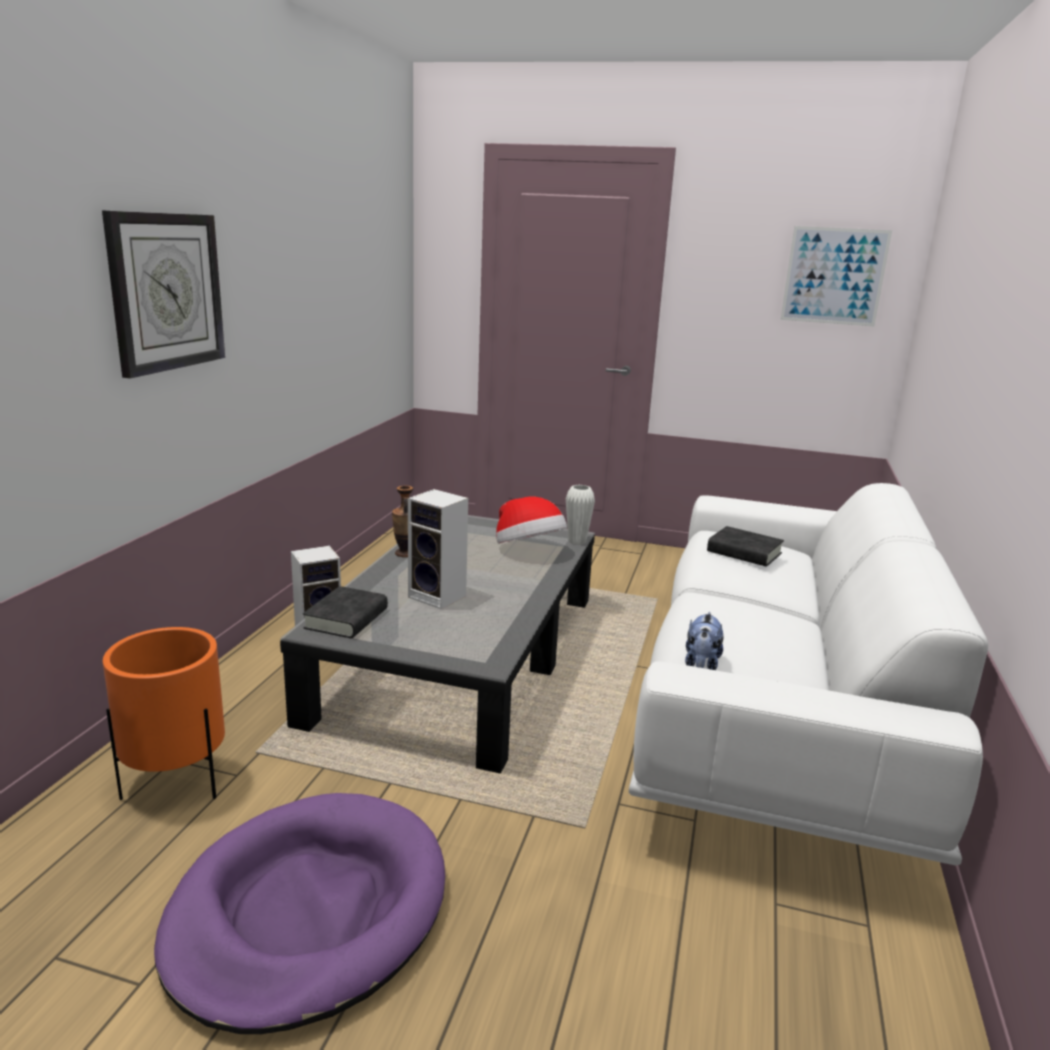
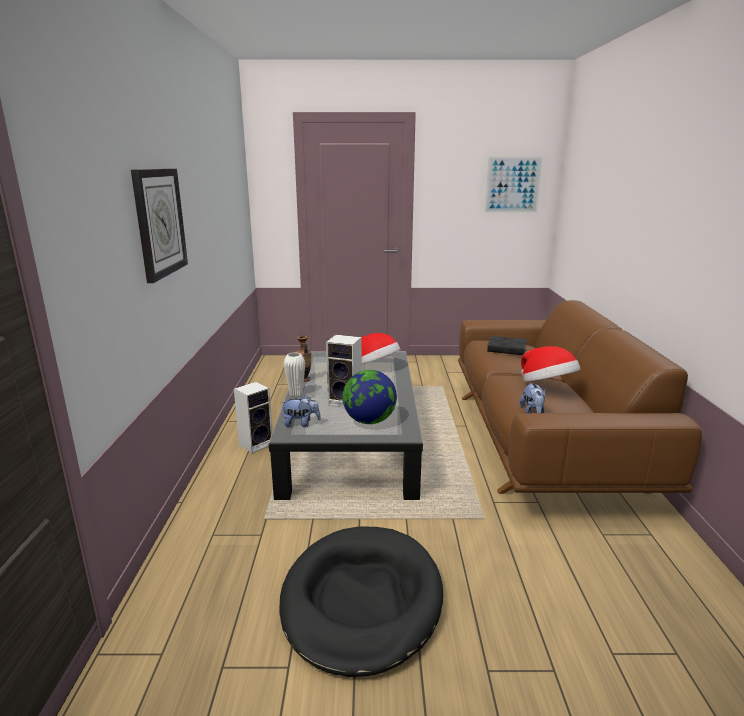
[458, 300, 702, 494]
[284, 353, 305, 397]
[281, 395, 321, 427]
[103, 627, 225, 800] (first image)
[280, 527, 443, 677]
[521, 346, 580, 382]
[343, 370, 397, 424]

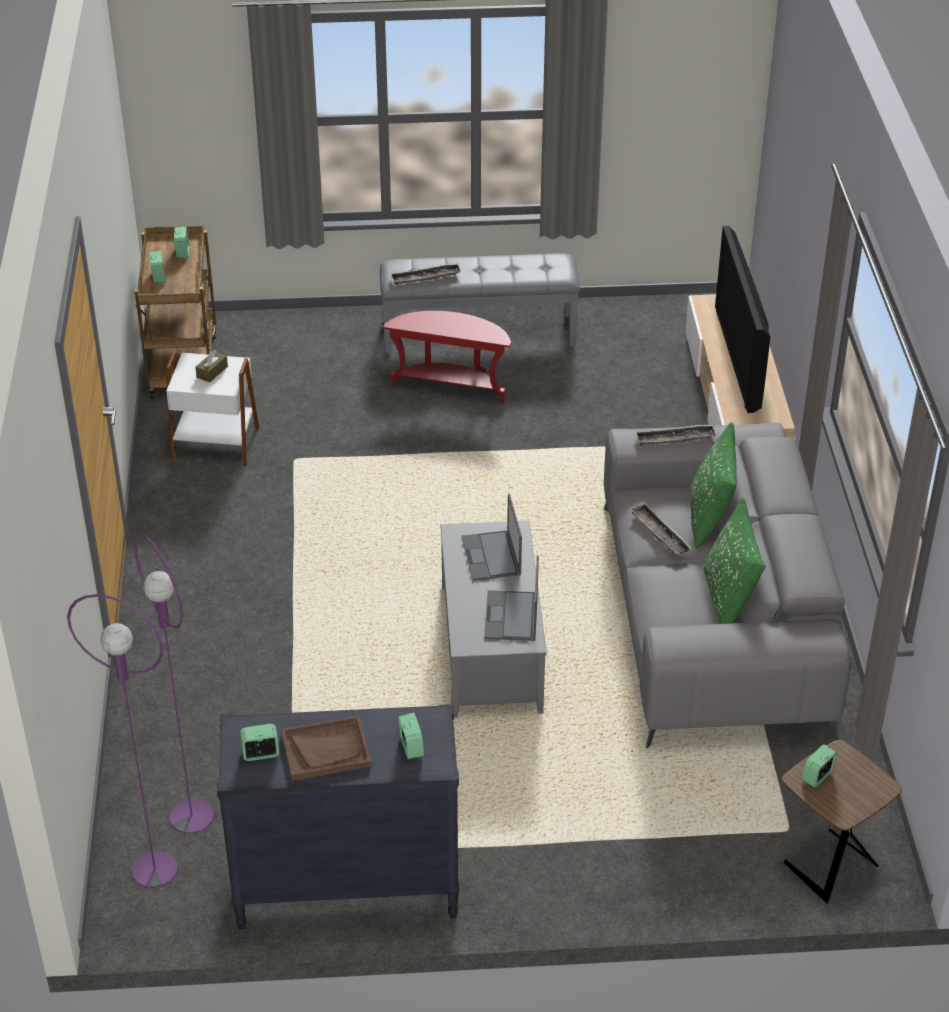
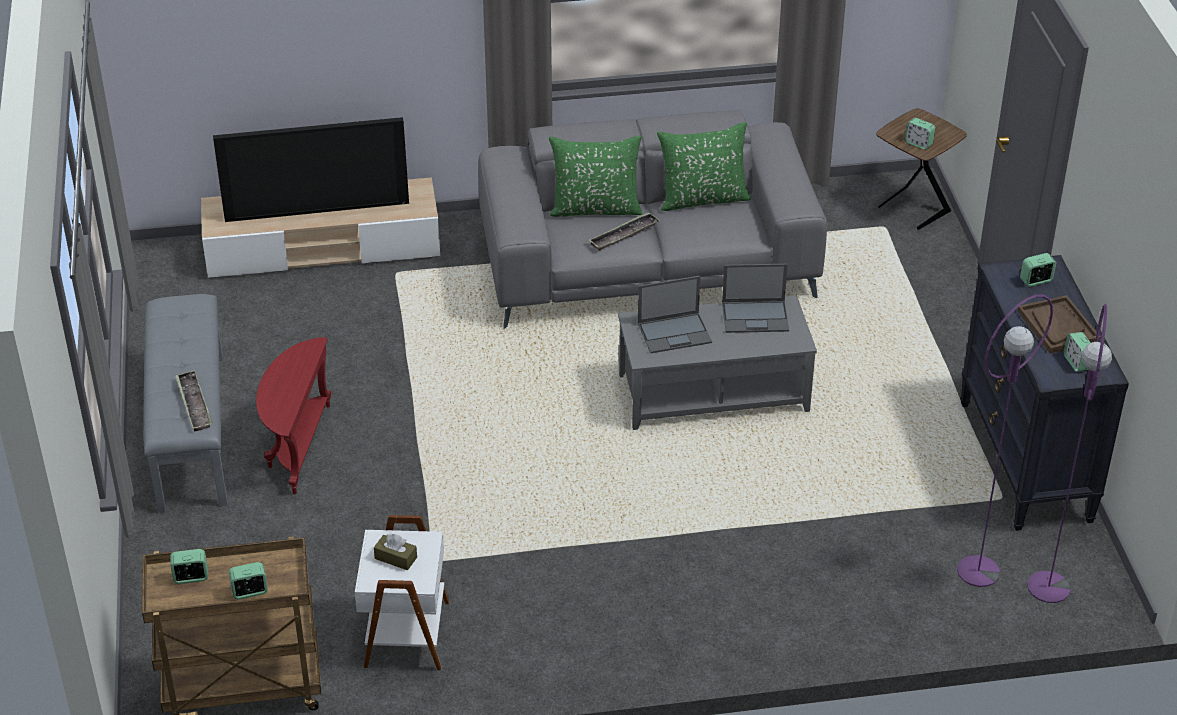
[635, 425, 716, 446] (first image)

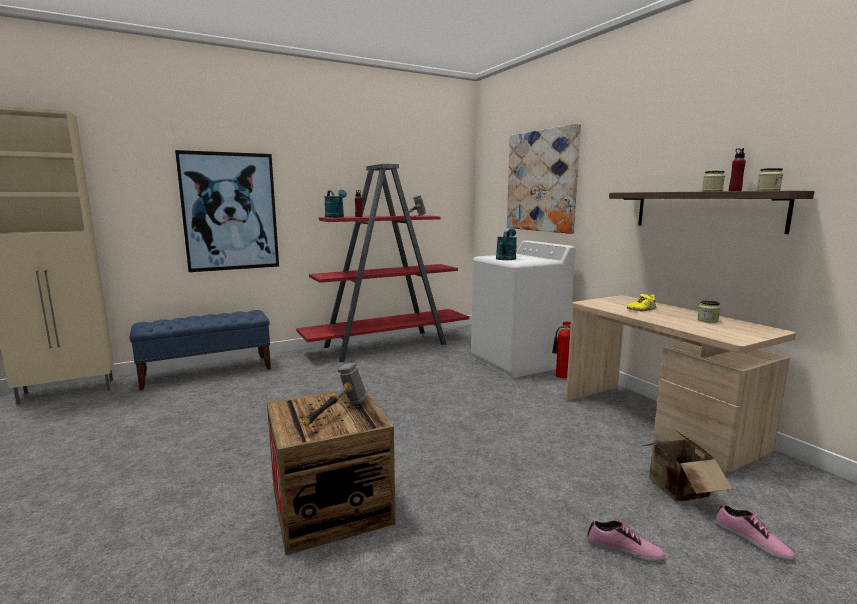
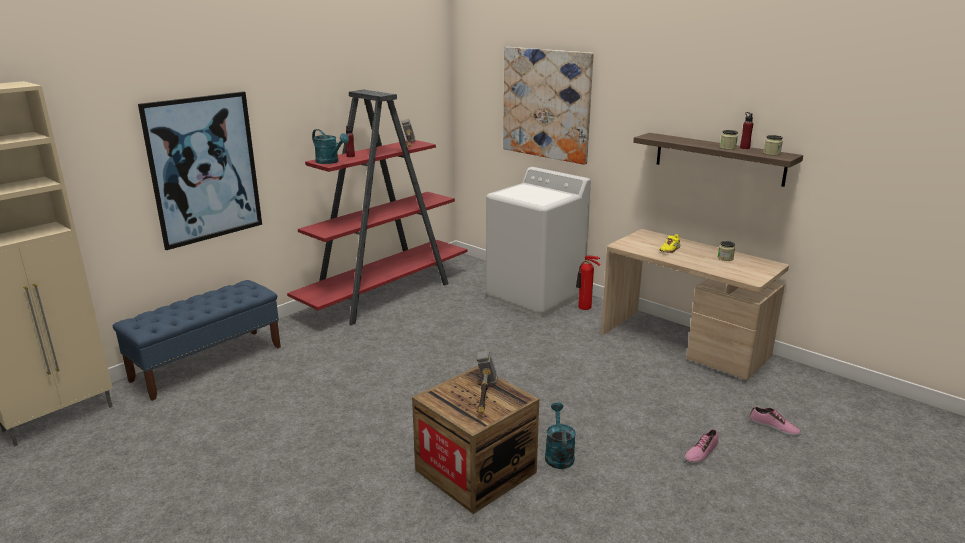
[545, 403, 576, 469]
[638, 428, 732, 501] (first image)
[684, 429, 719, 464]

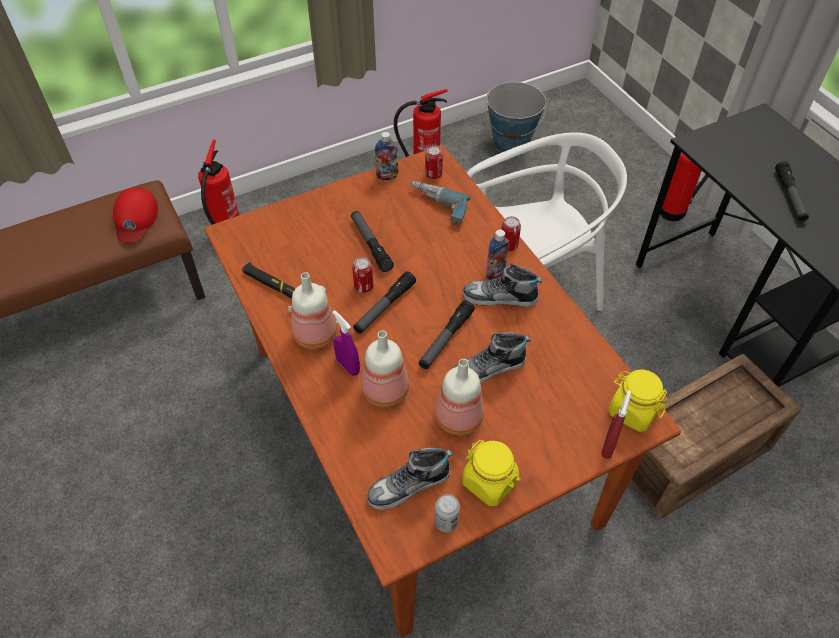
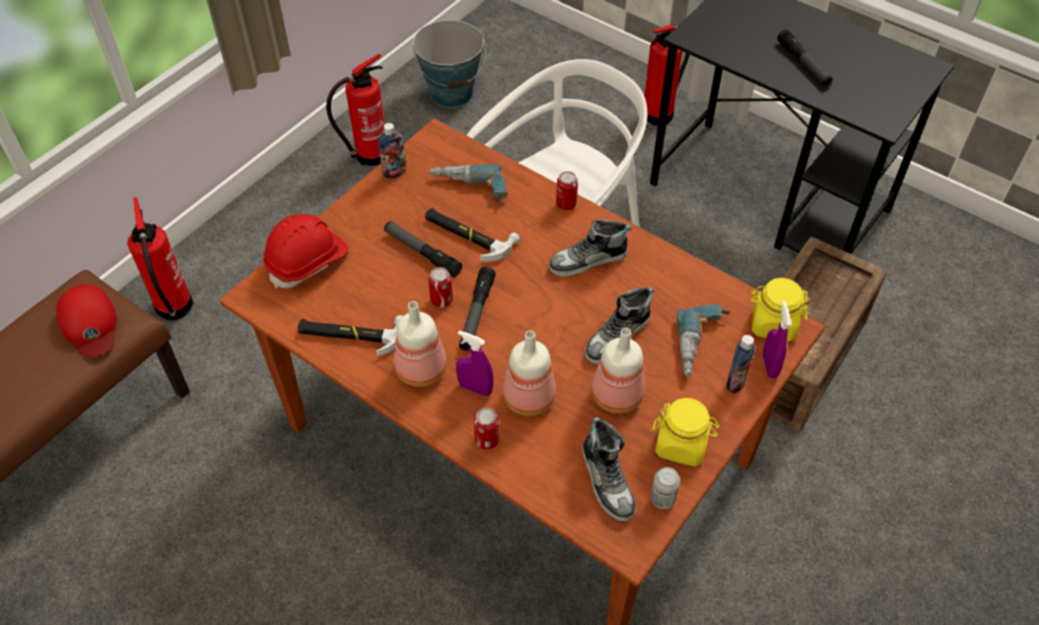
[474, 407, 500, 449]
[727, 335, 755, 393]
[419, 300, 475, 369] (first image)
[763, 301, 791, 378]
[582, 417, 636, 522]
[425, 207, 520, 261]
[263, 214, 349, 289]
[677, 304, 730, 377]

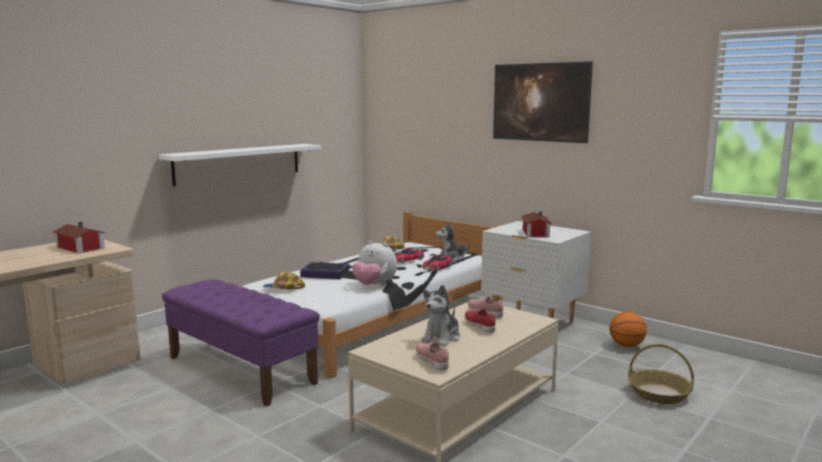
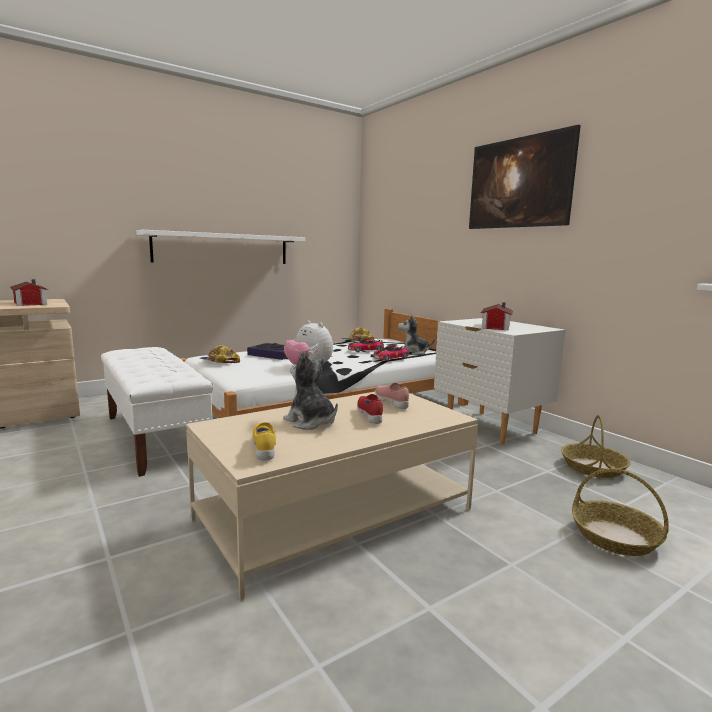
[101, 347, 213, 477]
[283, 351, 338, 430]
[561, 415, 631, 478]
[252, 422, 276, 461]

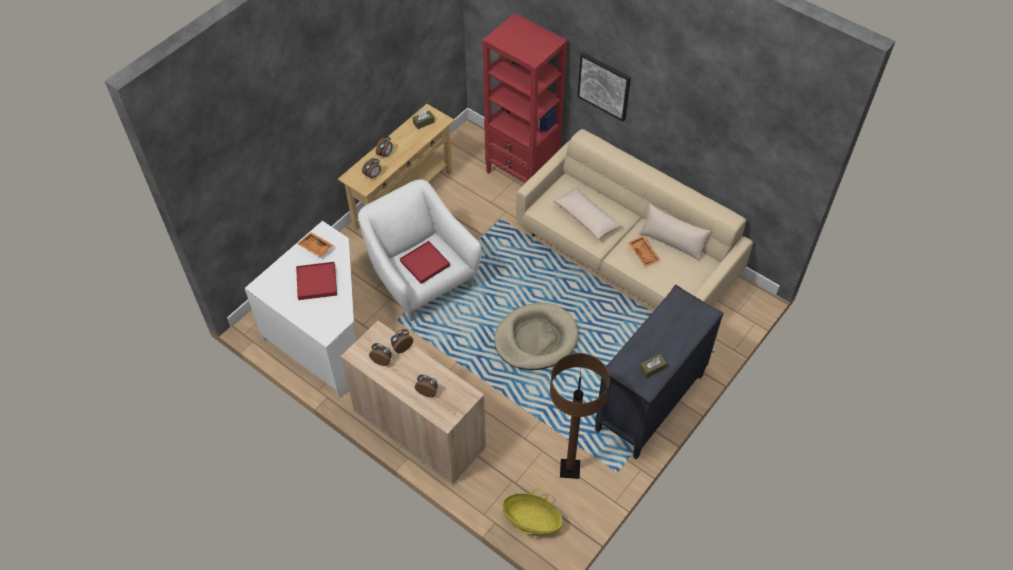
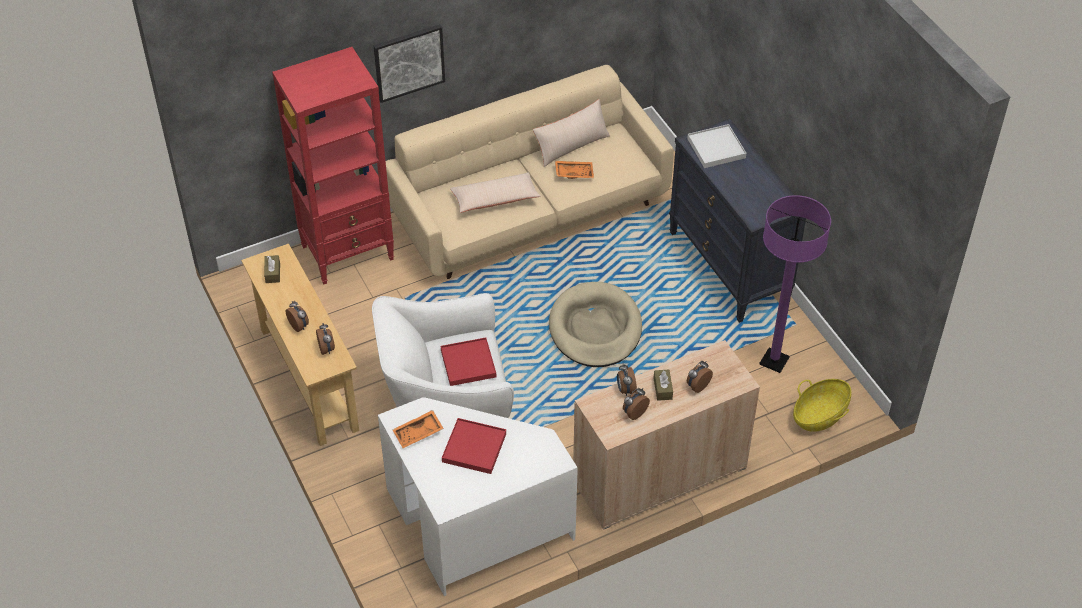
[759, 195, 831, 373]
[654, 370, 673, 401]
[687, 124, 746, 168]

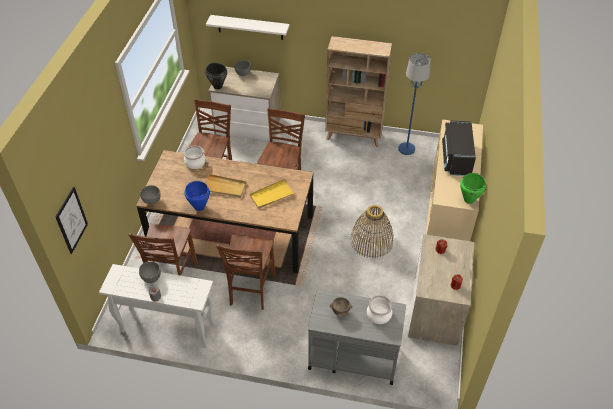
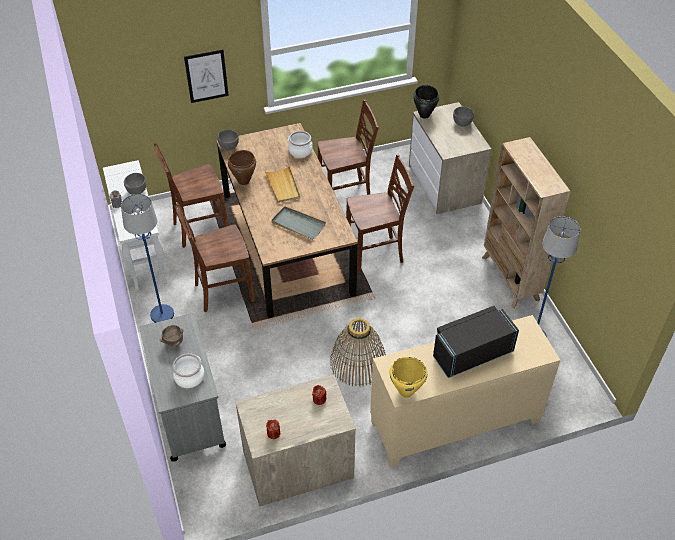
[206, 15, 290, 40] (first image)
[389, 357, 427, 398]
[271, 206, 326, 240]
[228, 150, 256, 185]
[184, 49, 229, 103]
[121, 194, 174, 323]

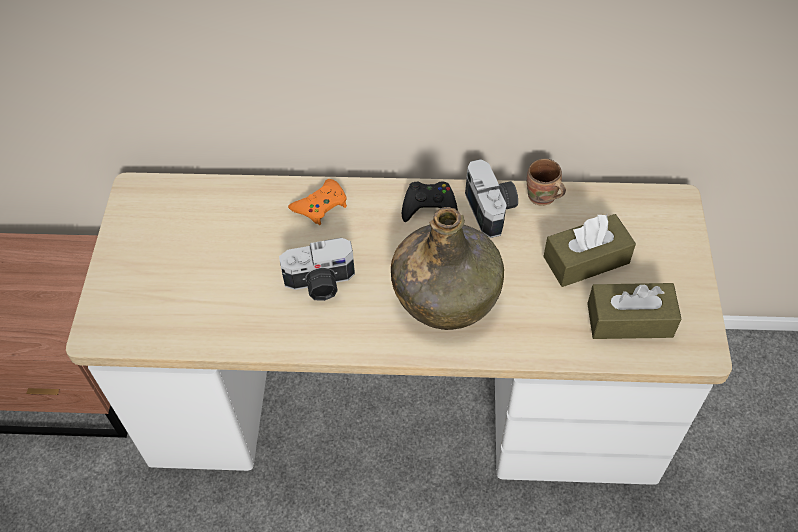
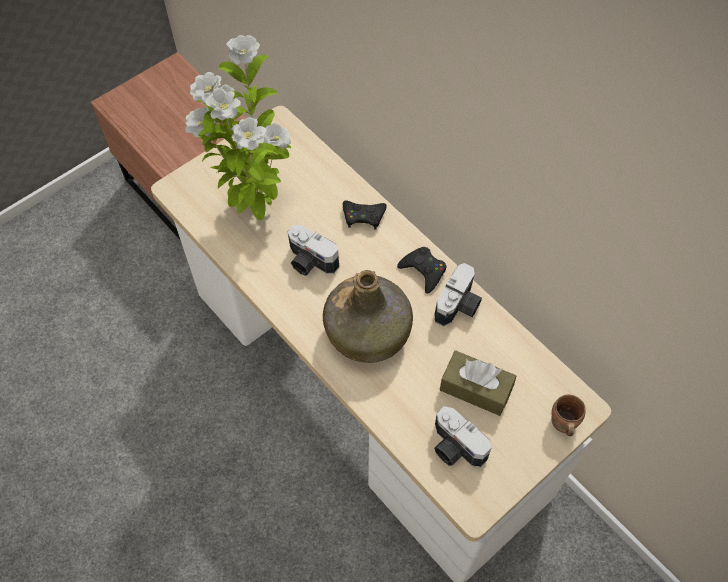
[551, 395, 585, 436]
[343, 200, 387, 230]
[434, 406, 491, 467]
[185, 35, 291, 221]

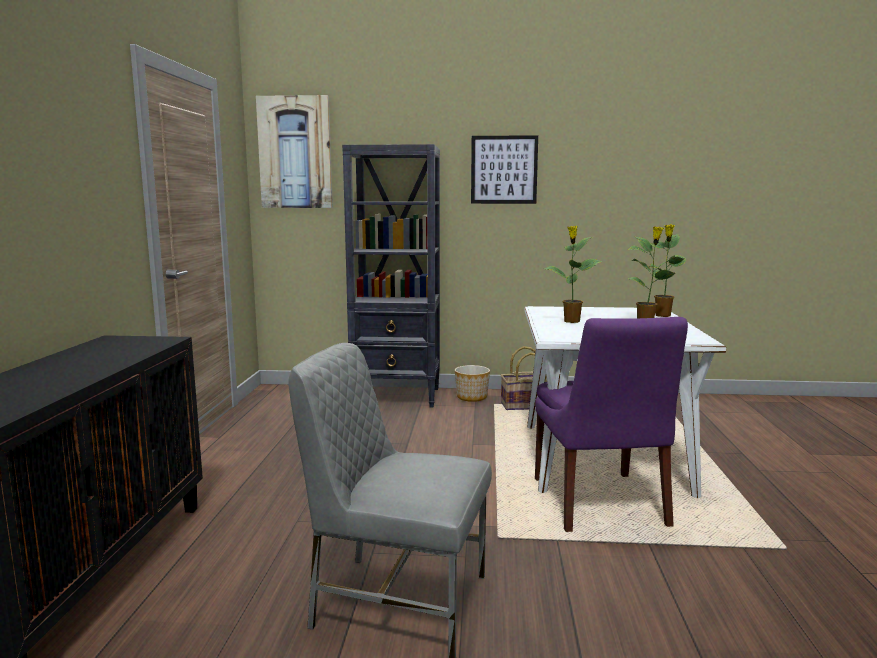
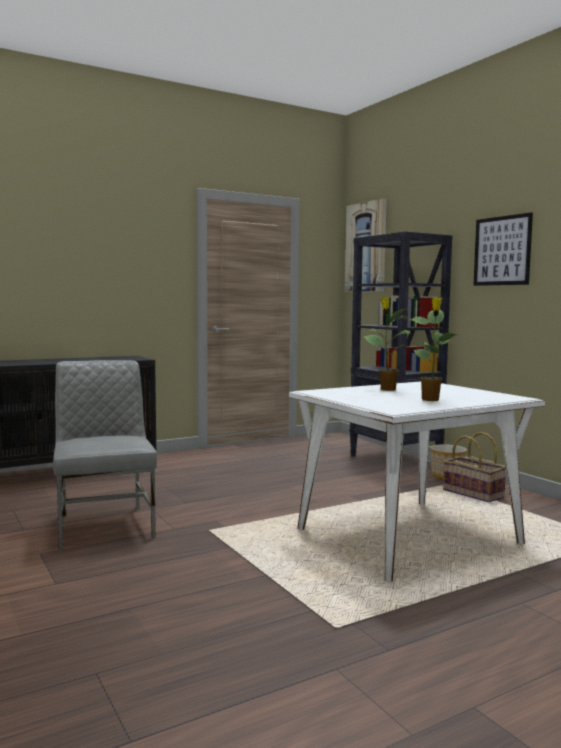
[649, 224, 686, 317] (first image)
[535, 317, 688, 532] (first image)

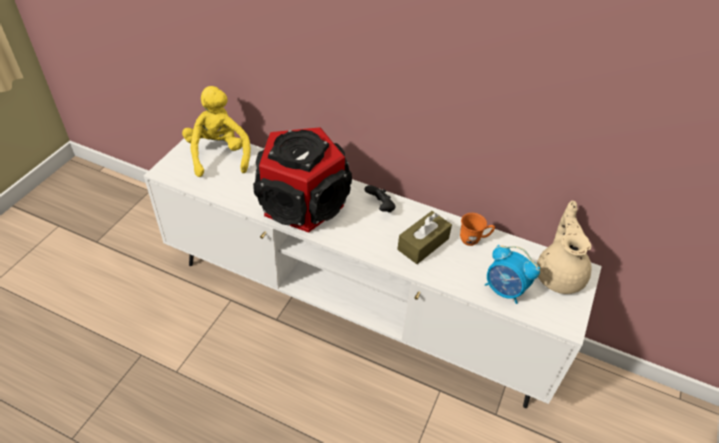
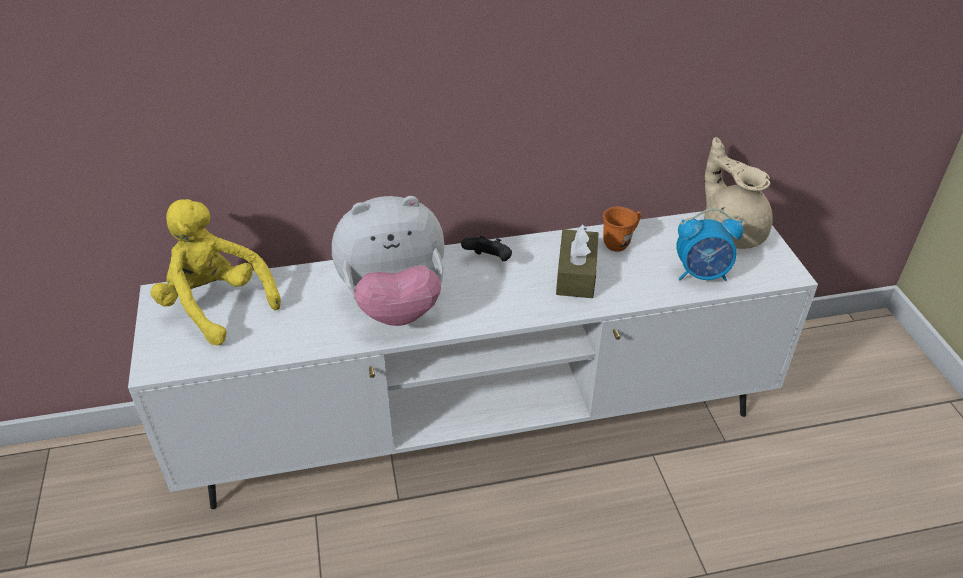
[332, 196, 444, 326]

